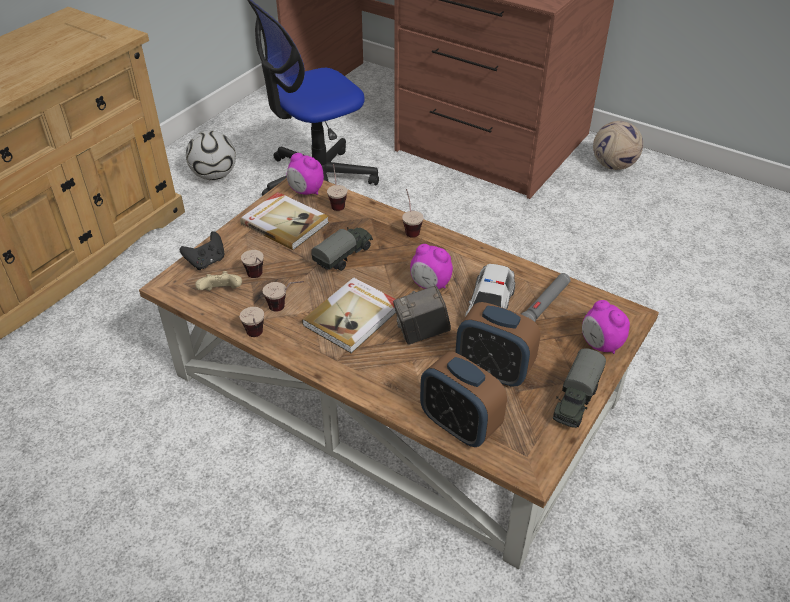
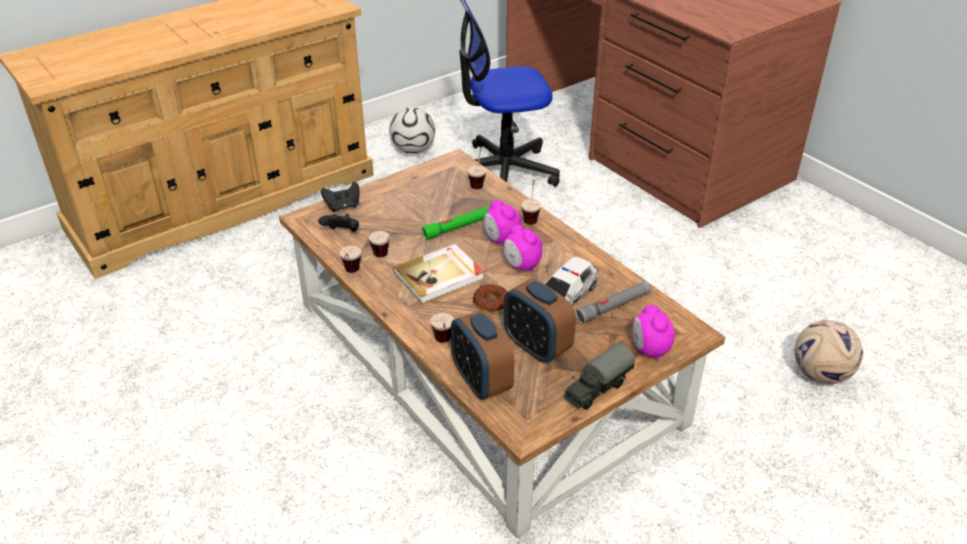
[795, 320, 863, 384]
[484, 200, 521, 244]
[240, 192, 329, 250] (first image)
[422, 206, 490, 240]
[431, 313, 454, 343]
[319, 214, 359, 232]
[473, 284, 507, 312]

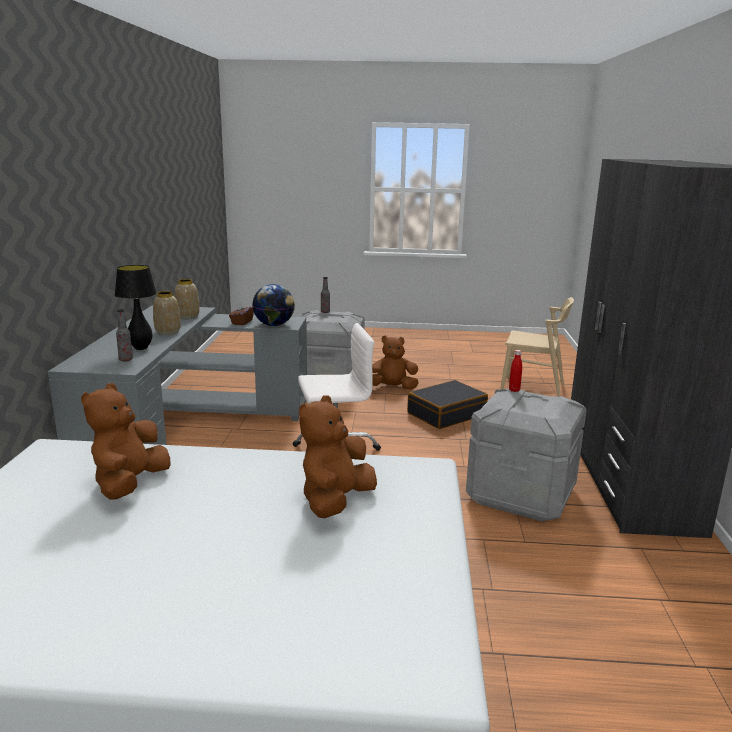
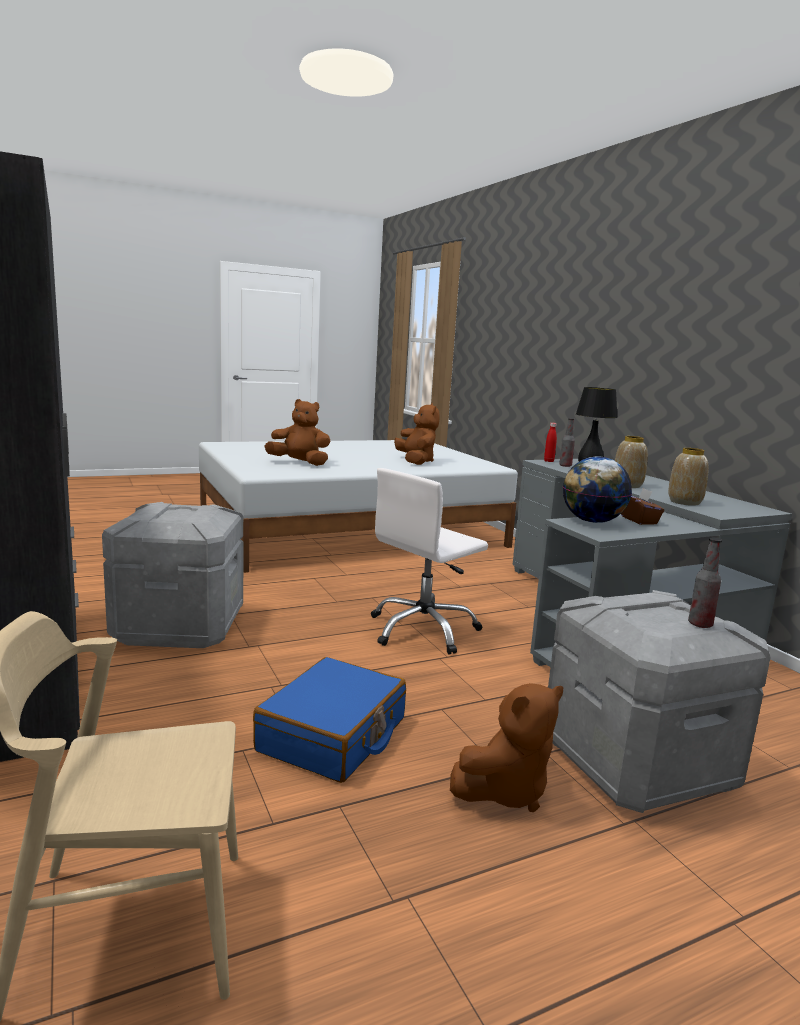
[544, 423, 557, 462]
[253, 657, 406, 783]
[264, 399, 330, 466]

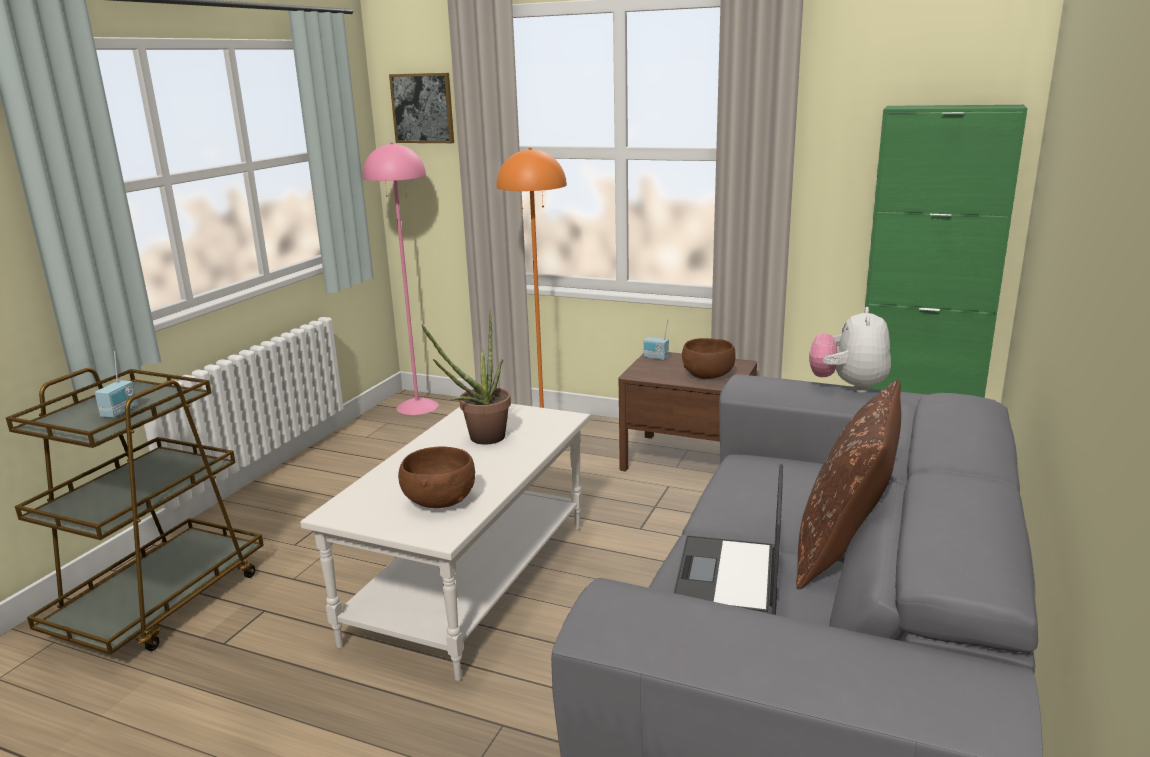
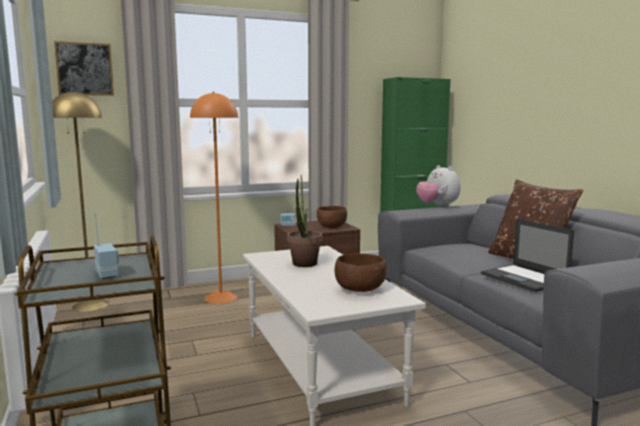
[52, 91, 109, 312]

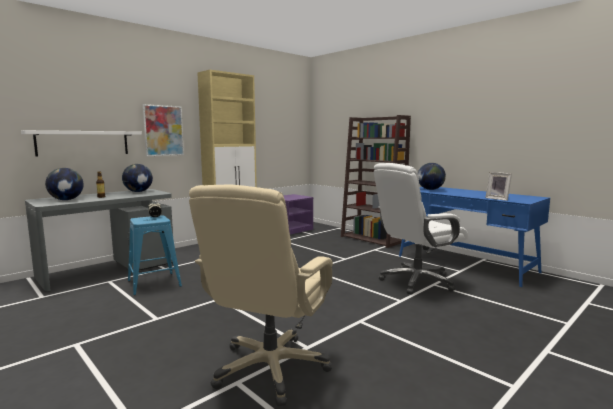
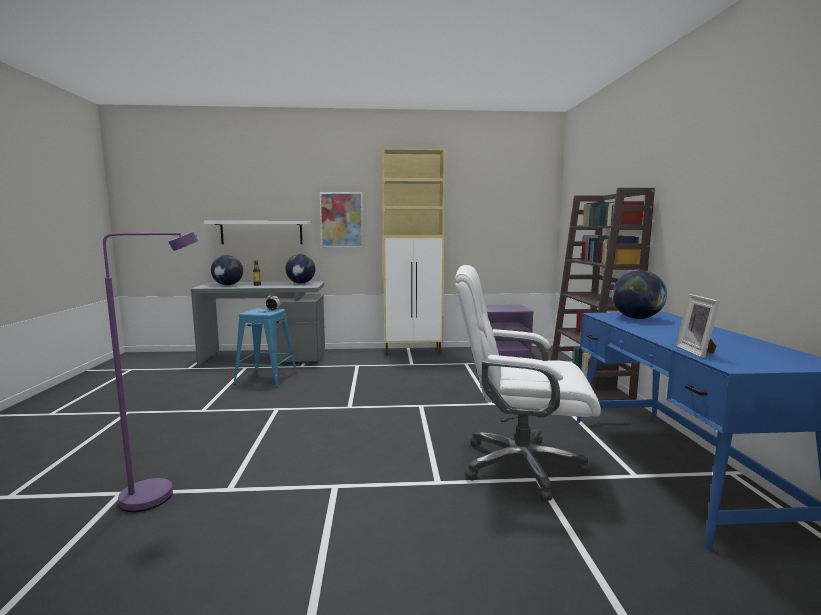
[103, 231, 199, 512]

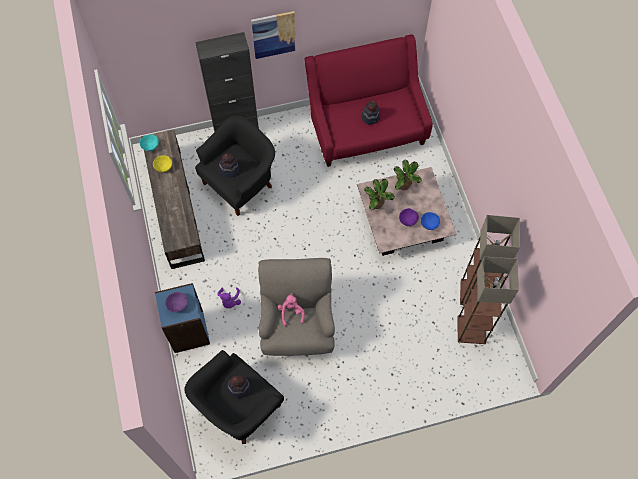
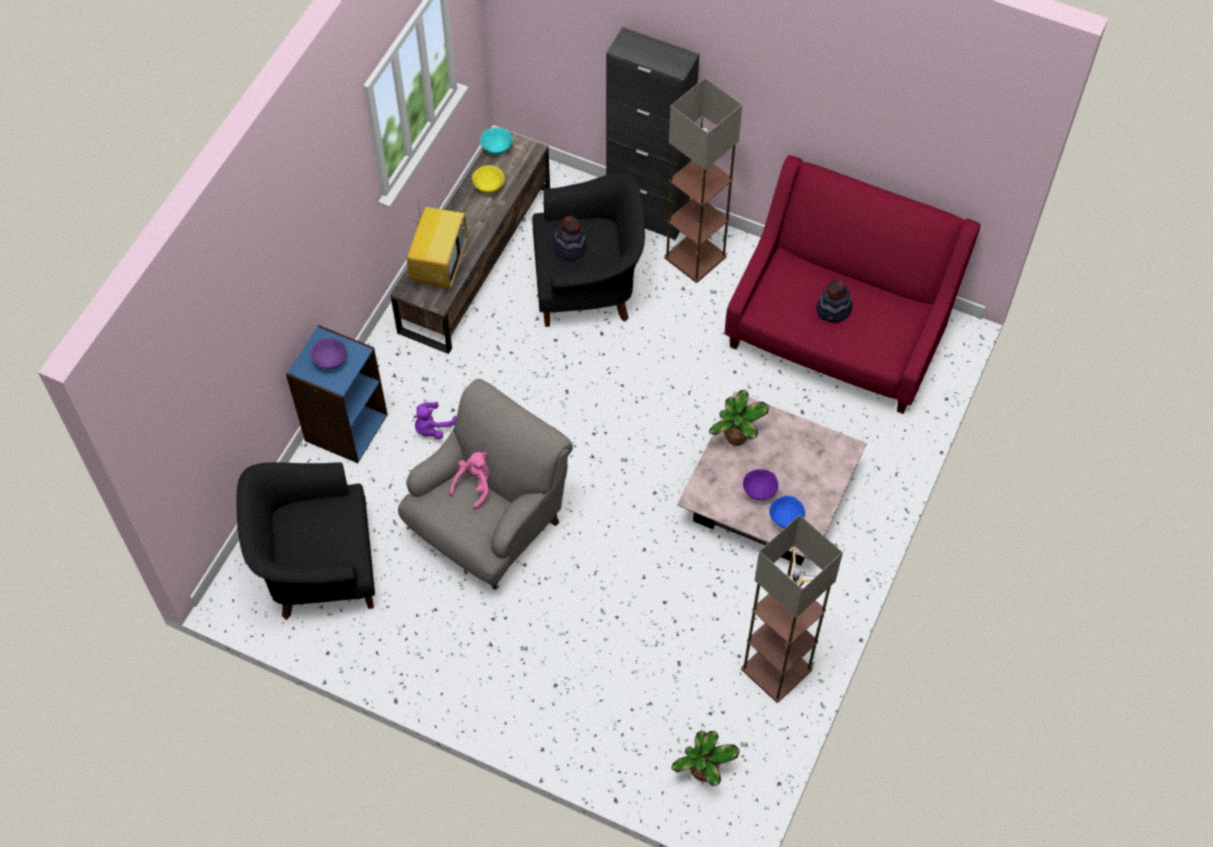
[251, 11, 296, 59] (first image)
[671, 730, 740, 786]
[665, 78, 742, 283]
[227, 375, 251, 398] (first image)
[407, 191, 467, 289]

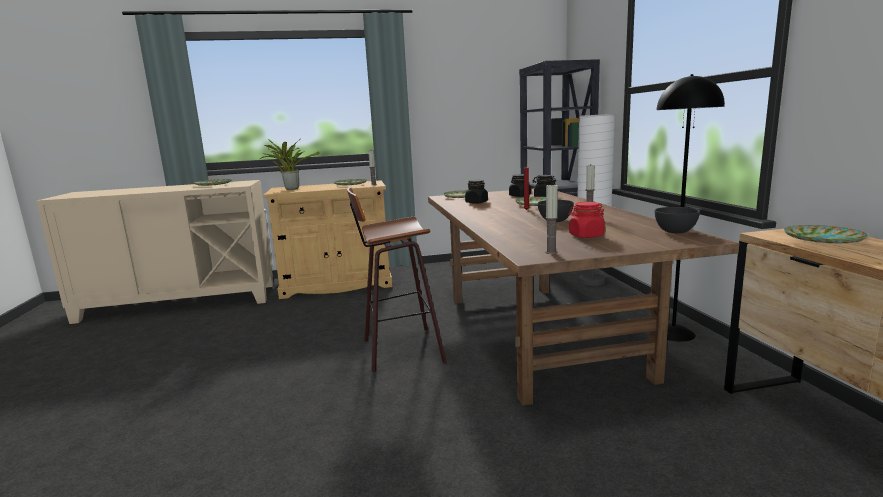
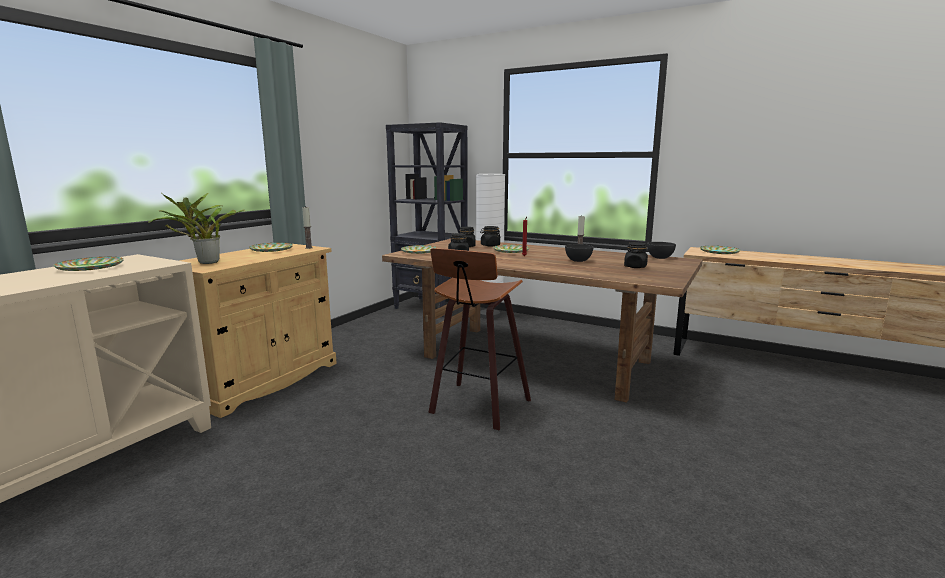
[656, 74, 725, 342] (first image)
[545, 185, 558, 254] (first image)
[624, 242, 648, 268]

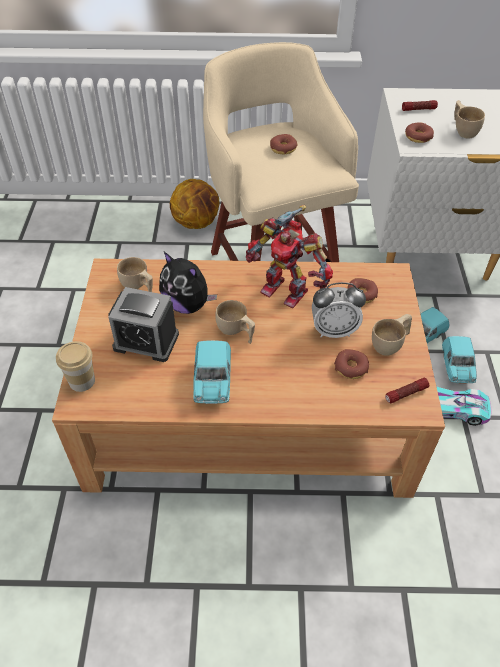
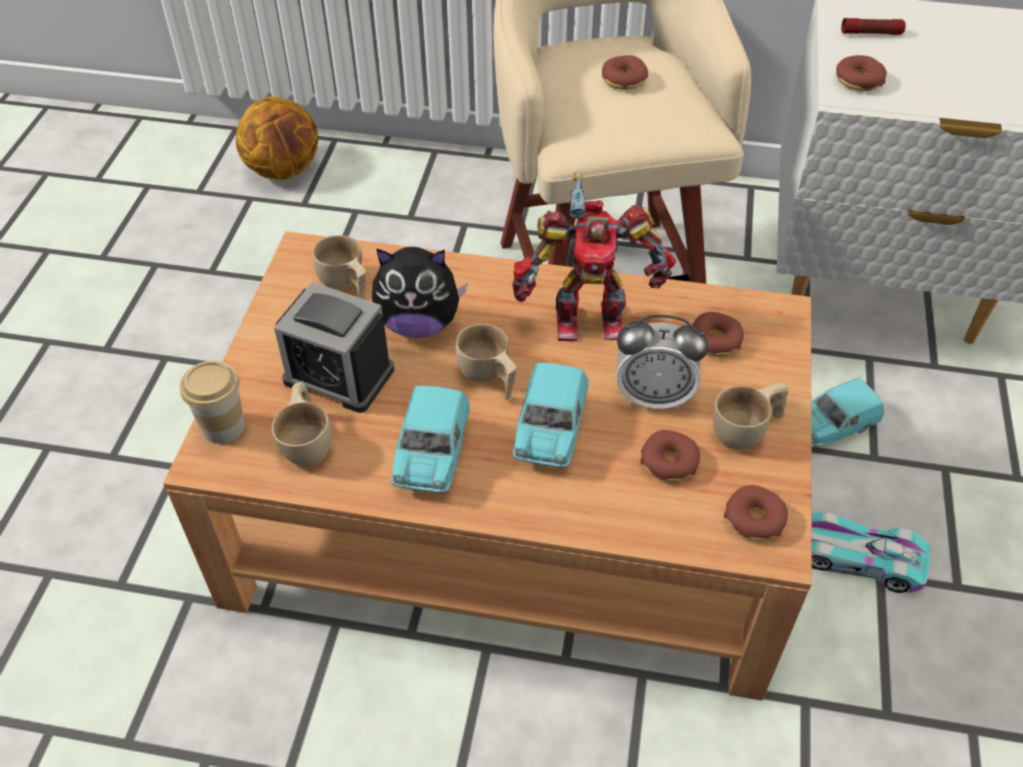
[272, 382, 333, 467]
[236, 96, 318, 180]
[513, 172, 676, 341]
[372, 247, 468, 338]
[513, 363, 588, 468]
[724, 485, 788, 541]

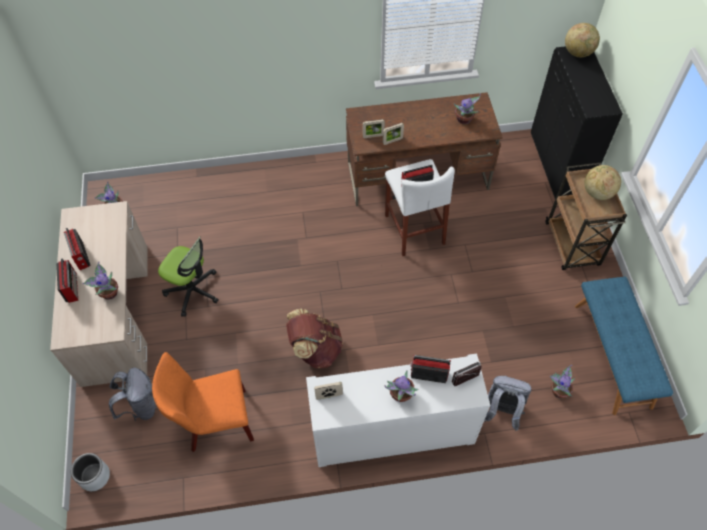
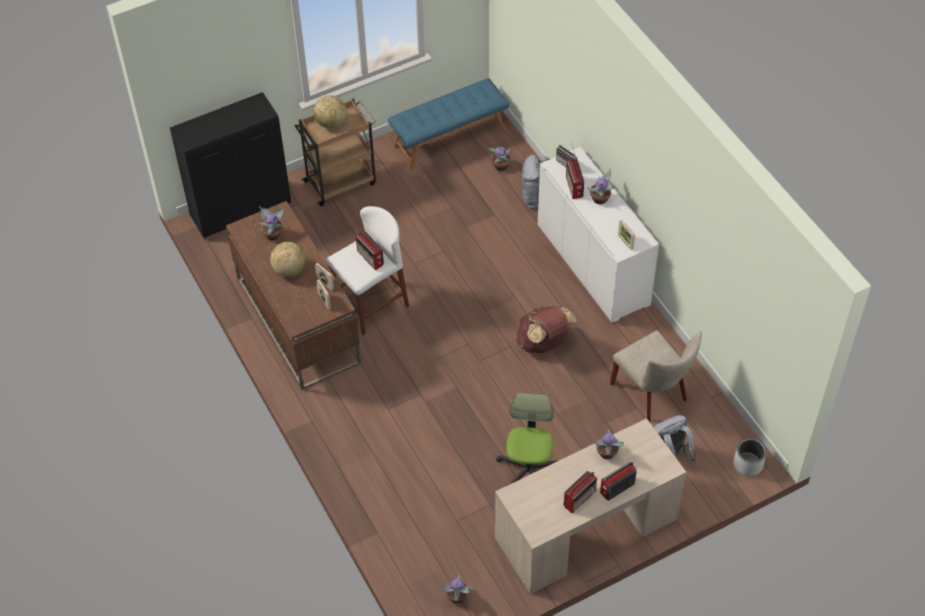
[270, 242, 306, 277]
[610, 330, 702, 422]

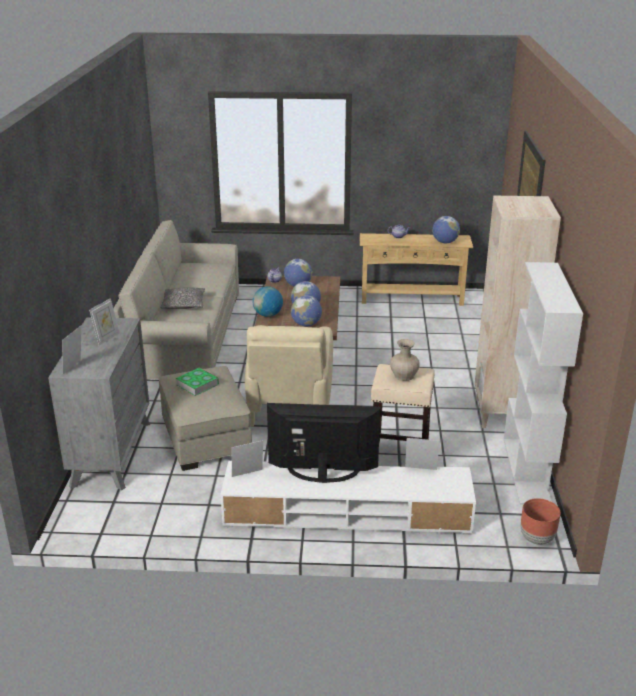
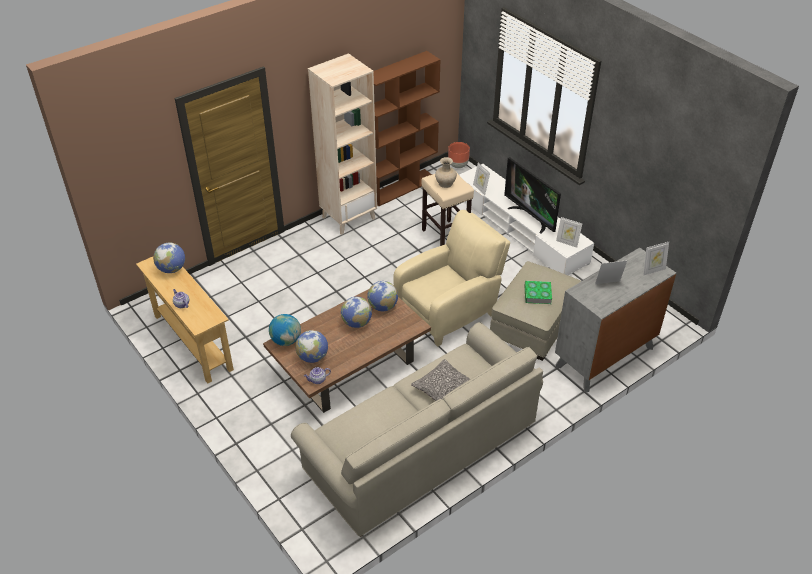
[373, 51, 441, 206]
[269, 314, 301, 346]

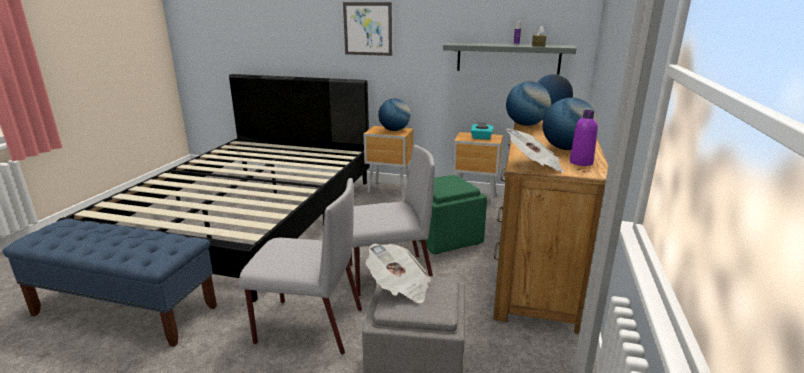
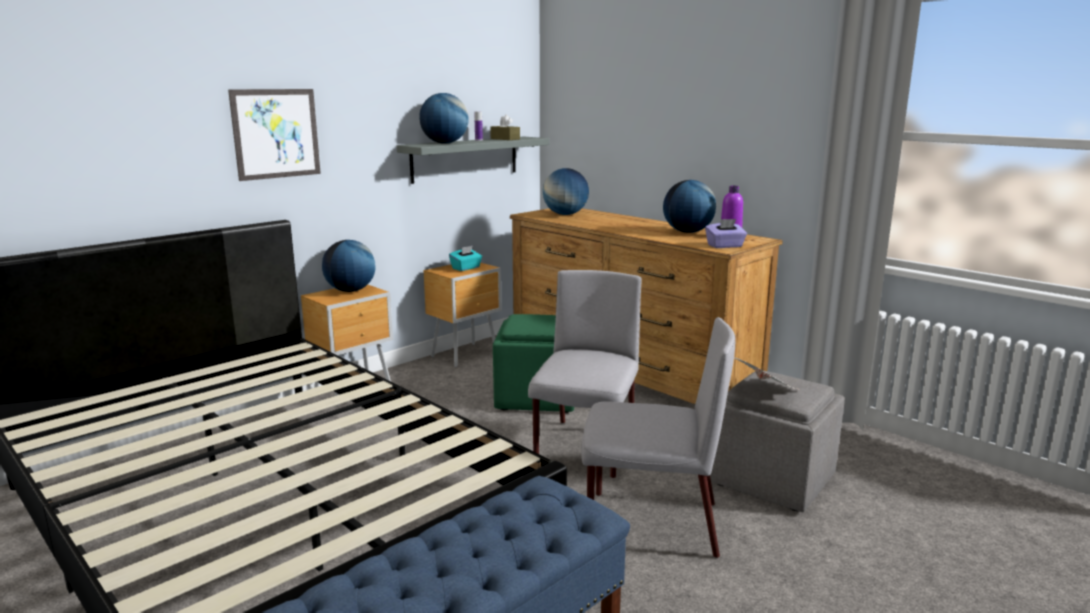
[419, 93, 469, 144]
[705, 219, 747, 248]
[581, 317, 735, 558]

